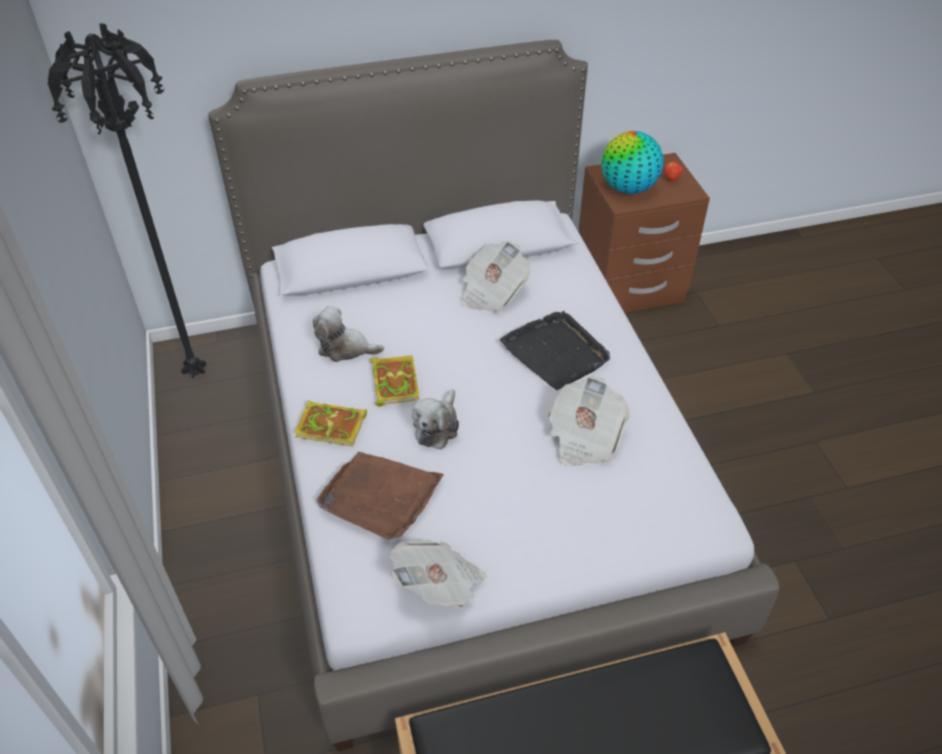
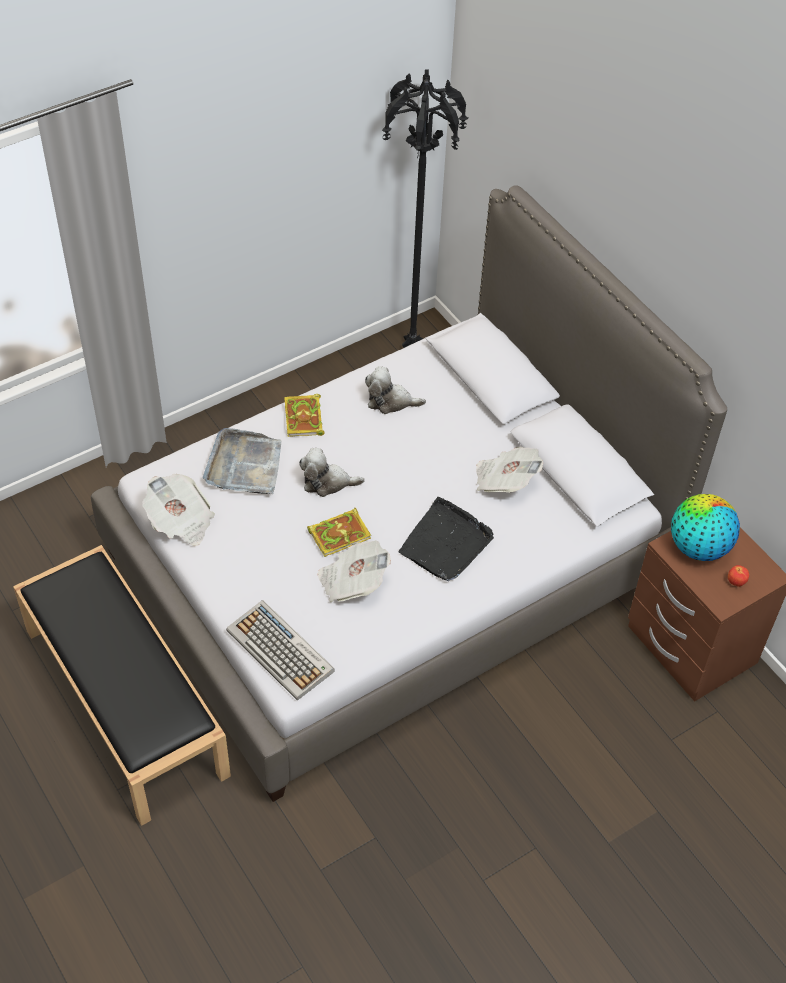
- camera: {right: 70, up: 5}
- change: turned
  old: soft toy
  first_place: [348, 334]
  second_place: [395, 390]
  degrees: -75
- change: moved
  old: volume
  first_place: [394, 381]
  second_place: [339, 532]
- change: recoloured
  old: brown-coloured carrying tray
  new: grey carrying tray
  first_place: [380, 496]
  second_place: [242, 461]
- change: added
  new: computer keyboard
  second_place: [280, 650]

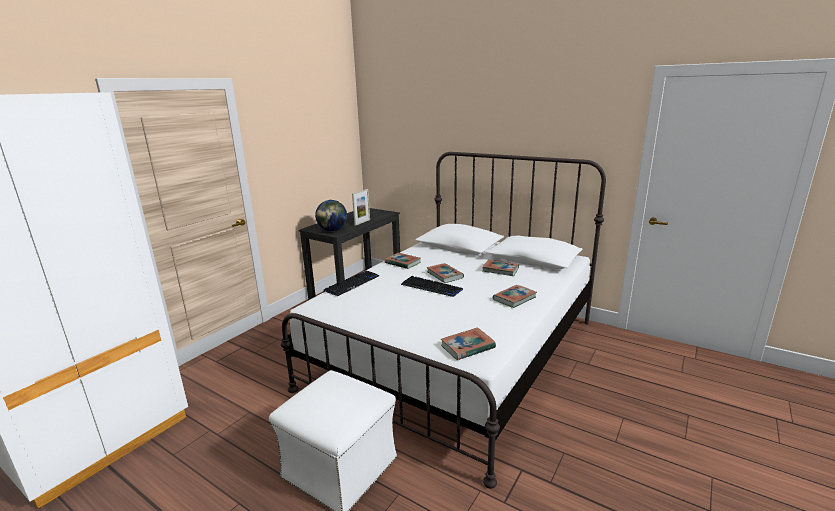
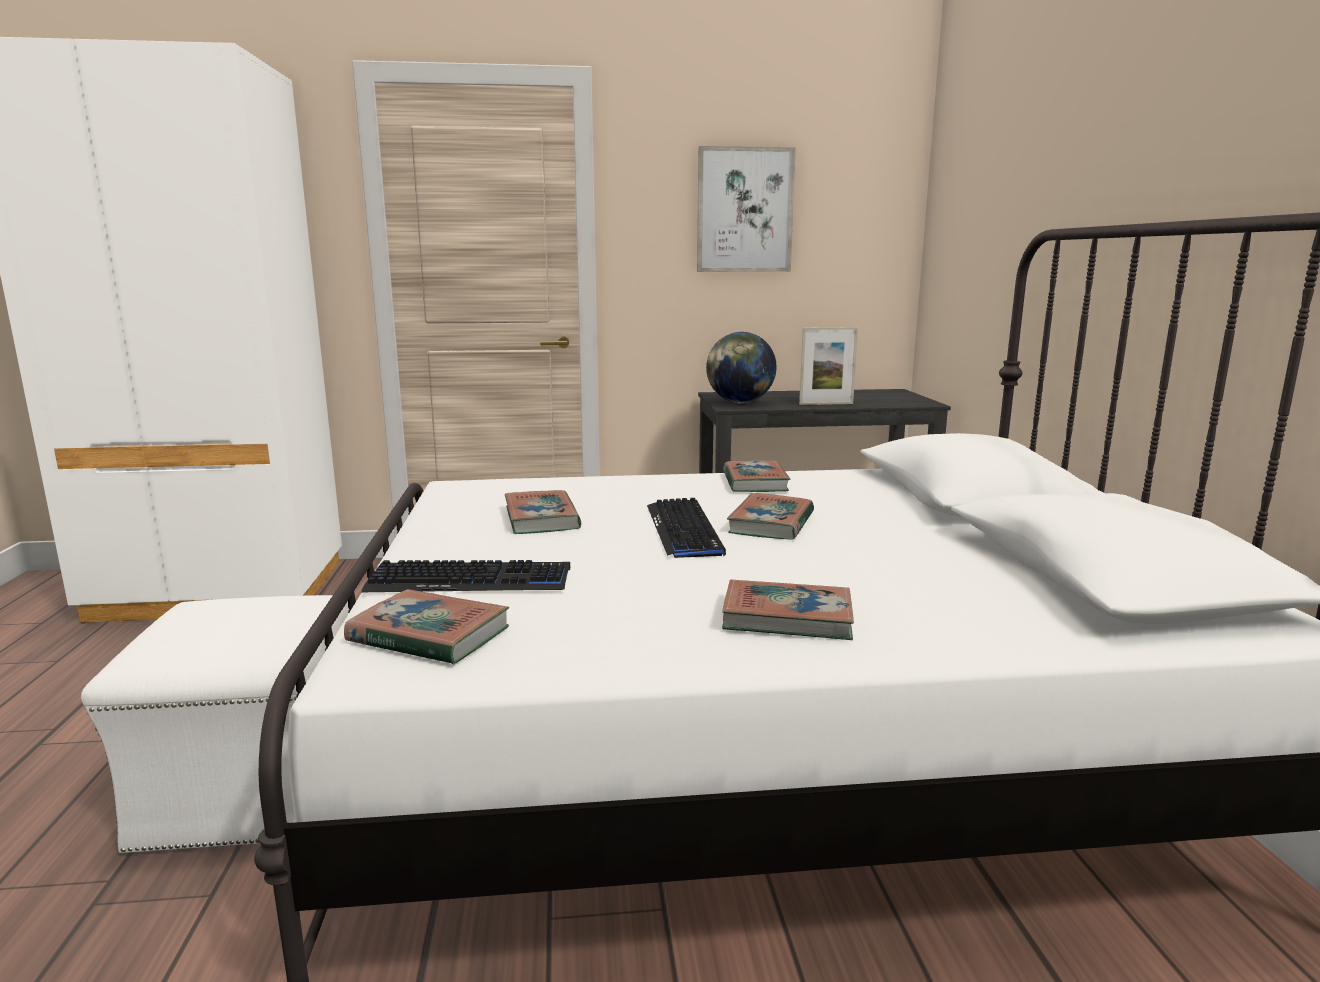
- camera: {right: 50, up: -5}
- change: moved
  old: volume
  first_place: [500, 268]
  second_place: [543, 512]
- change: moved
  old: computer keyboard
  first_place: [351, 283]
  second_place: [465, 576]
- change: added
  new: wall art
  second_place: [746, 209]

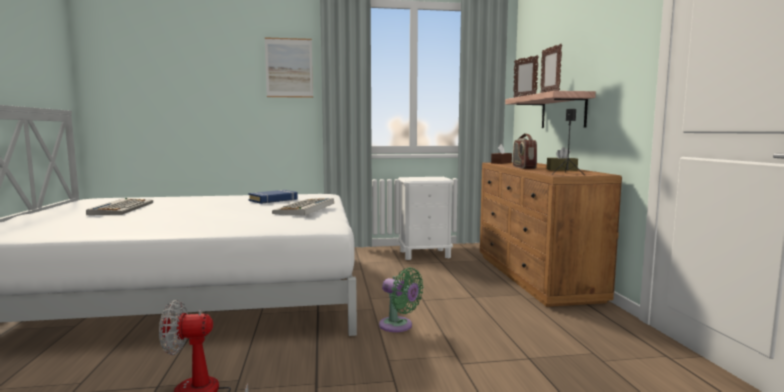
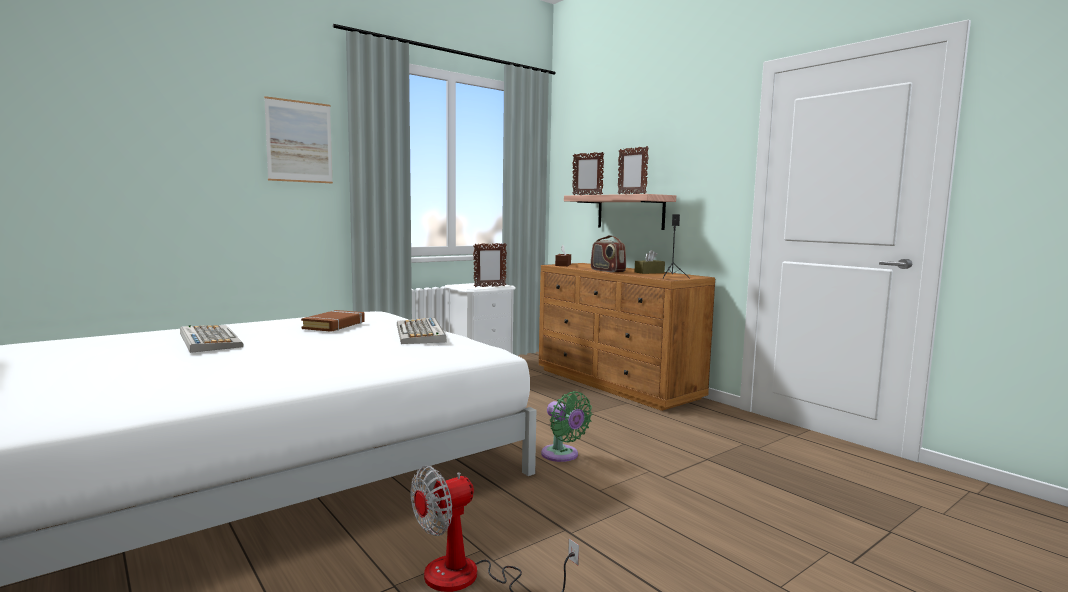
- camera: {right: -30, up: 0}
- change: recoloured
  old: bluish volume
  new: brown-coloured volume
  first_place: [273, 197]
  second_place: [333, 321]
- change: moved
  old: computer keyboard
  first_place: [119, 206]
  second_place: [211, 339]
- change: turned
  old: green-coloured cooling fan
  first_place: [401, 299]
  second_place: [567, 426]
  degrees: 45
- change: added
  new: picture frame
  second_place: [490, 265]

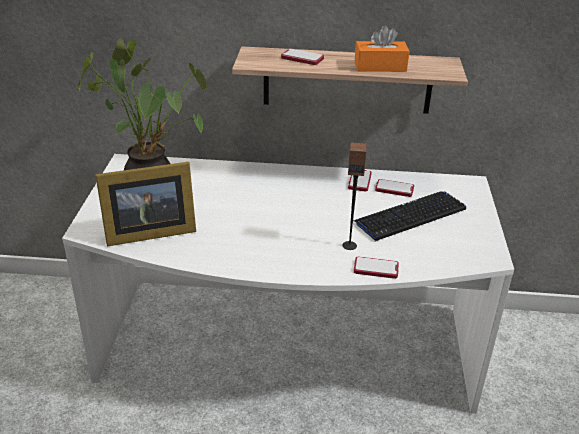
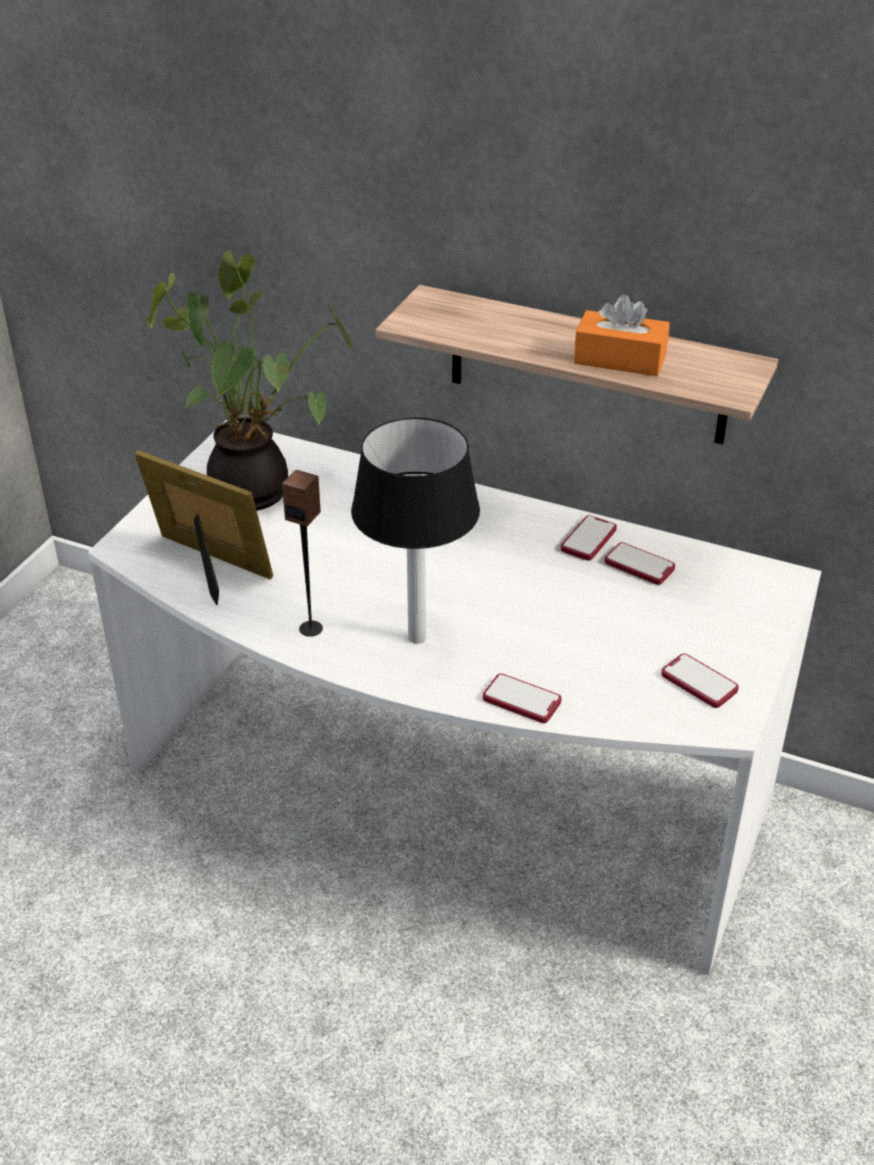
- camera: {right: 20, up: 5}
- change: moved
  old: telephone
  first_place: [302, 57]
  second_place: [700, 681]
- change: moved
  old: speaker
  first_place: [354, 196]
  second_place: [302, 553]
- change: turned
  old: picture frame
  first_place: [145, 204]
  second_place: [204, 527]
  degrees: -150
- change: removed
  old: computer keyboard
  first_place: [409, 216]
- change: added
  new: table lamp
  second_place: [415, 530]

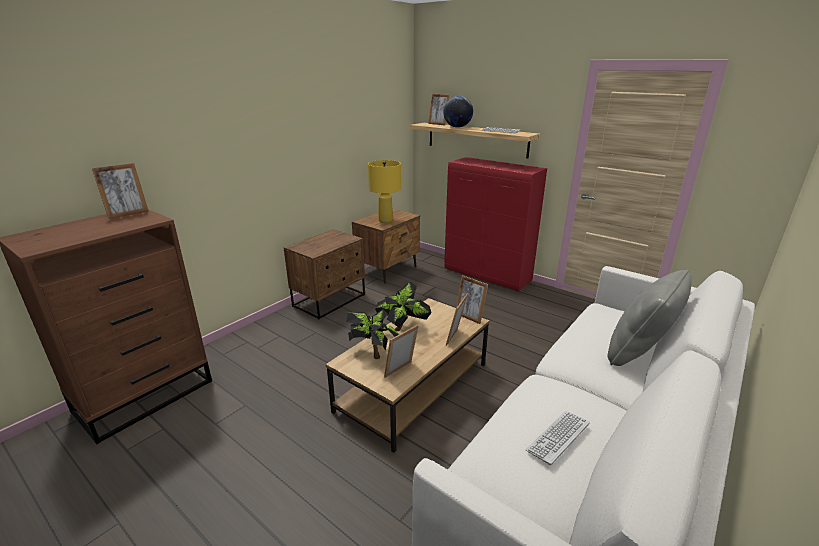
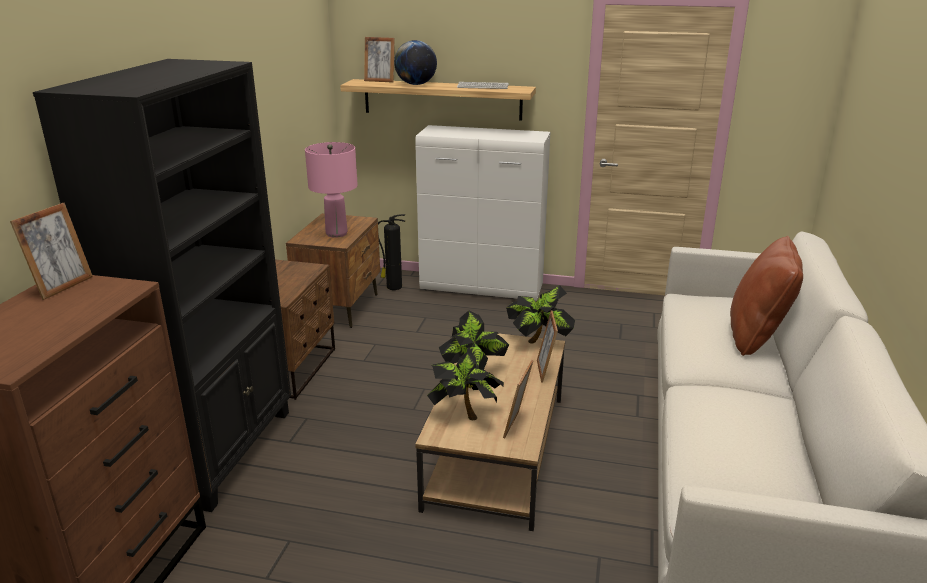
- camera: {right: -25, up: 0}
- change: recoloured
  old: red cupboard
  new: white cupboard
  first_place: [495, 224]
  second_place: [482, 213]
- change: recoloured
  old: yellow table lamp
  new: pinkish table lamp
  first_place: [384, 191]
  second_place: [331, 190]
- change: recoloured
  old: grey cushion
  new: brown-coloured cushion
  first_place: [649, 318]
  second_place: [766, 296]
- change: replaced
  old: picture frame
  new: plant in a pot
  first_place: [472, 299]
  second_place: [540, 314]
- change: removed
  old: computer keyboard
  first_place: [558, 438]
- change: added
  new: blackish bookcase
  second_place: [162, 285]
- change: added
  new: fire extinguisher
  second_place: [391, 252]

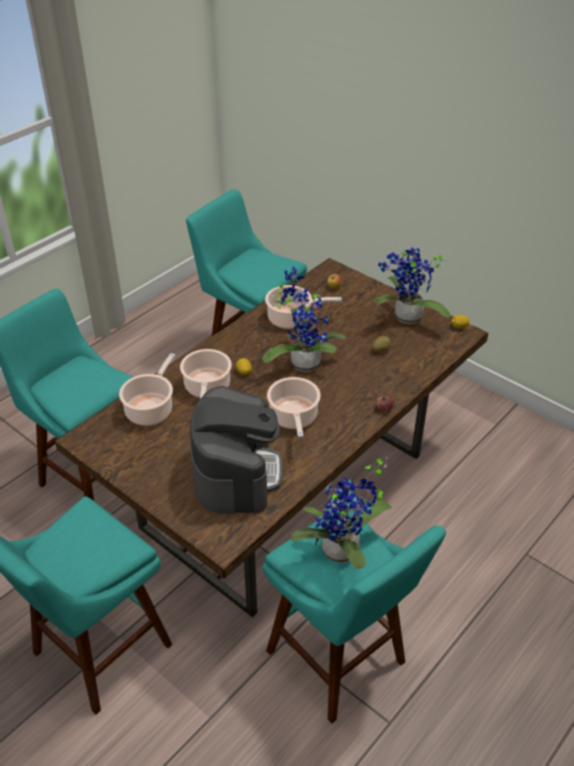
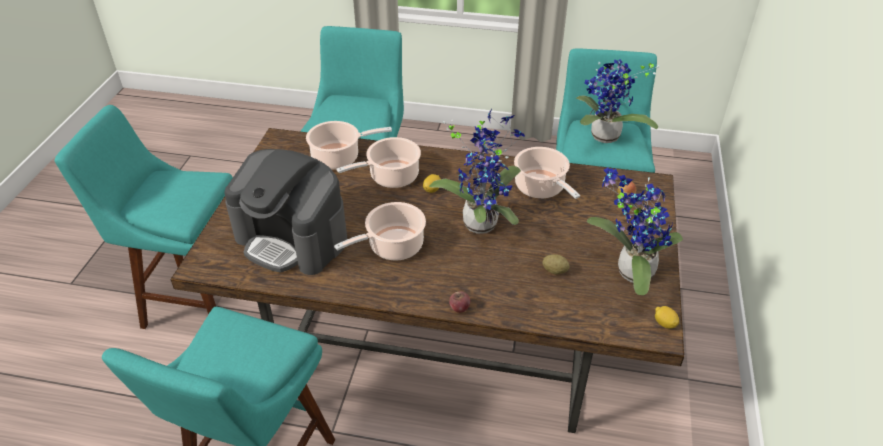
- camera: {right: 60, up: 0}
- change: turned
  old: coffee machine
  first_place: [236, 450]
  second_place: [285, 212]
  degrees: 60
- change: moved
  old: plant in a pot
  first_place: [341, 513]
  second_place: [618, 101]

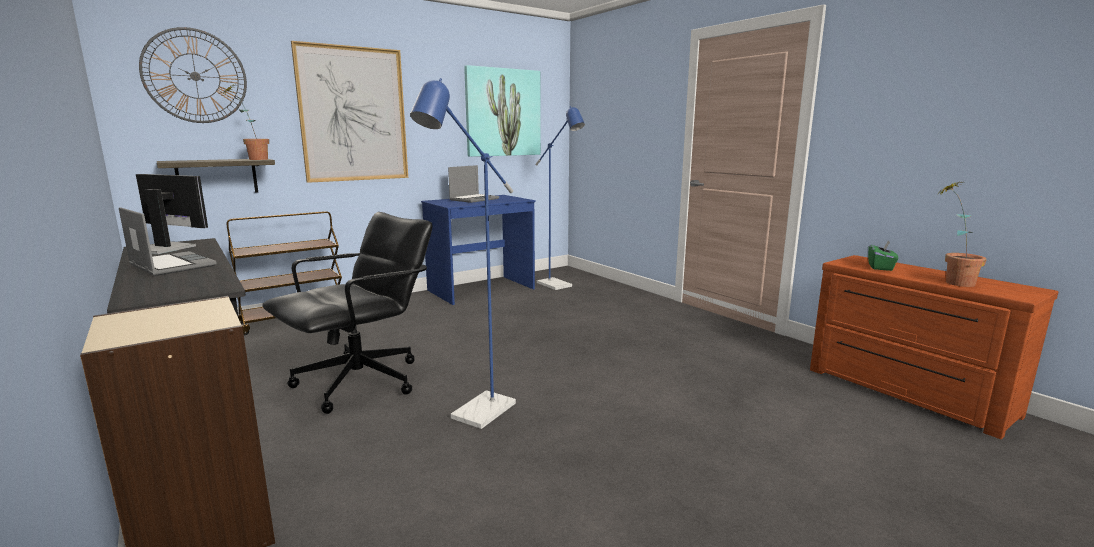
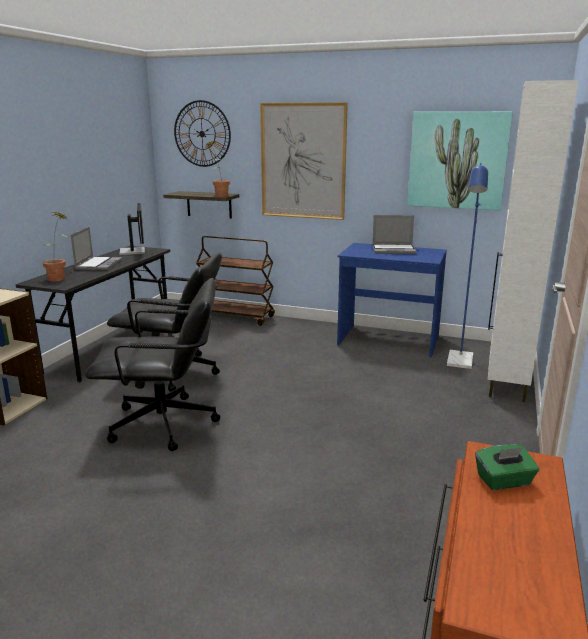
- camera: {right: 55, up: 5}
- change: replaced
  old: bluish standard lamp
  new: blackish desk chair
  first_place: [463, 253]
  second_place: [152, 364]
- change: moved
  old: plant in a pot
  first_place: [963, 234]
  second_place: [56, 246]
- change: added
  new: white cupboard
  second_place: [533, 241]

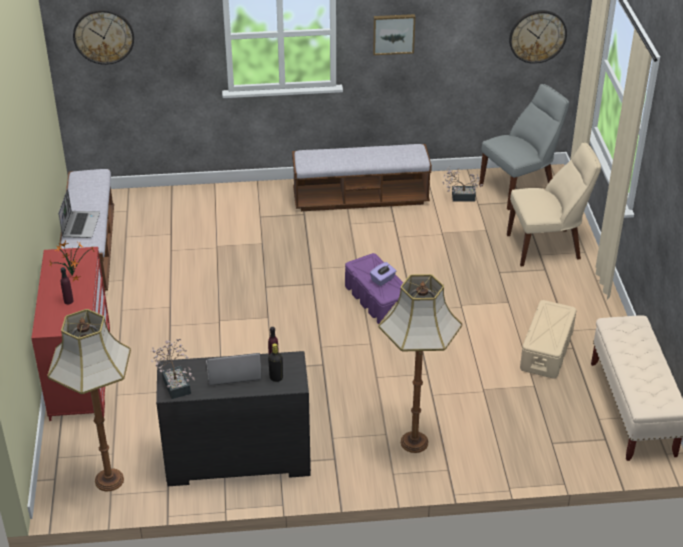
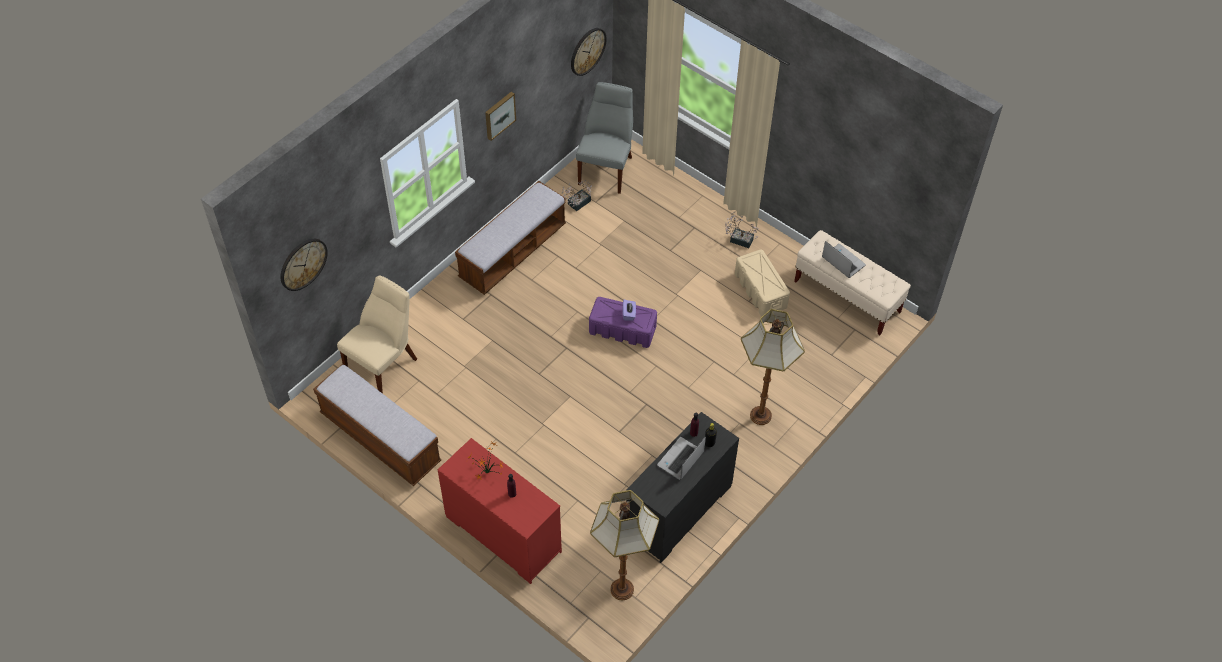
- camera: {right: -45, up: 15}
- change: moved
  old: sand-coloured plain chair
  first_place: [554, 204]
  second_place: [377, 334]
- change: moved
  old: notebook computer
  first_place: [79, 213]
  second_place: [844, 259]
- change: moved
  old: plant in a pot
  first_place: [173, 369]
  second_place: [741, 230]

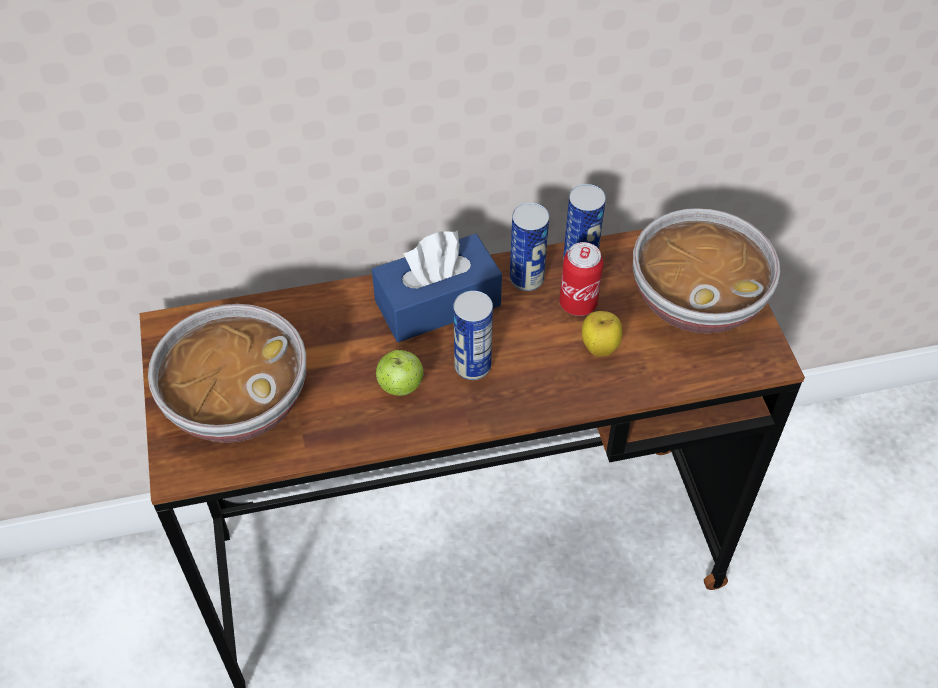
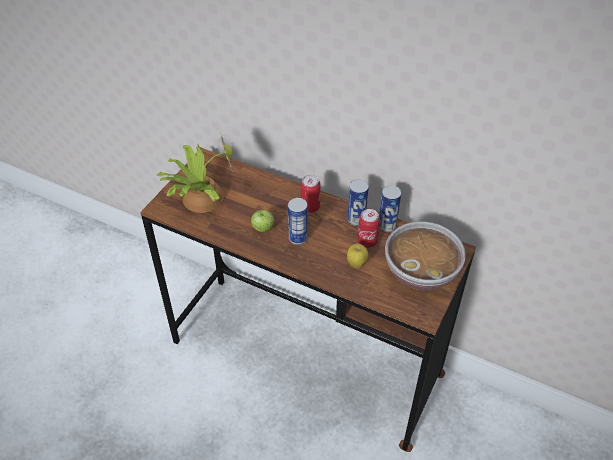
- camera: {right: 40, up: -5}
- change: replaced
  old: bluish box of tissues
  new: can
  first_place: [437, 286]
  second_place: [310, 194]
- change: replaced
  old: serving bowl
  new: plant in a pot
  first_place: [227, 373]
  second_place: [195, 174]

